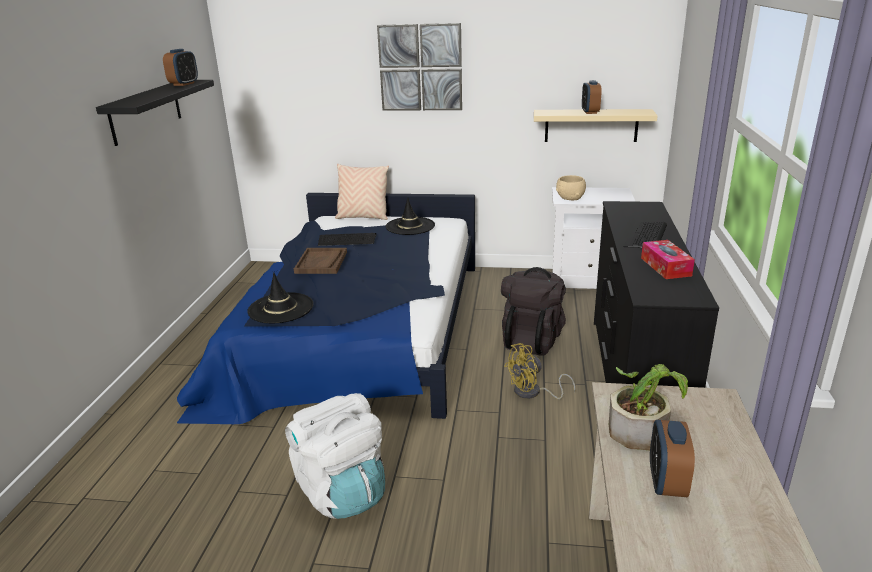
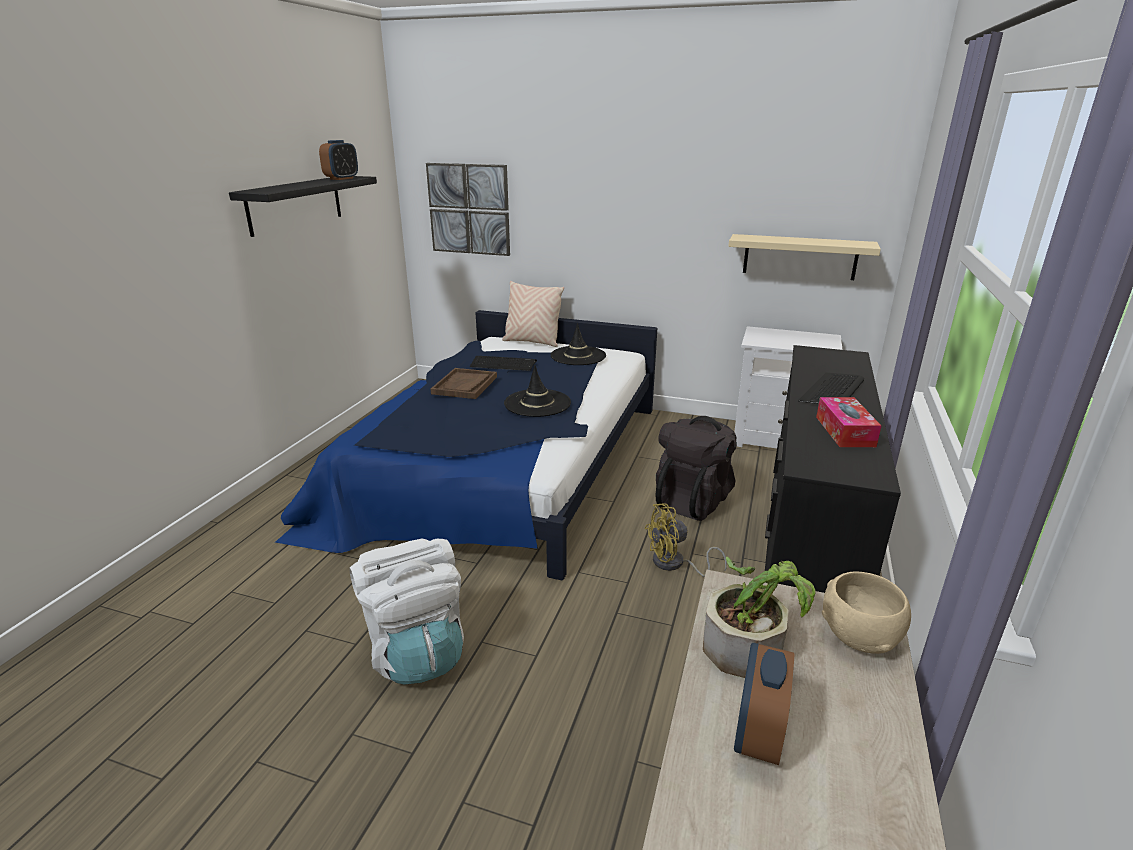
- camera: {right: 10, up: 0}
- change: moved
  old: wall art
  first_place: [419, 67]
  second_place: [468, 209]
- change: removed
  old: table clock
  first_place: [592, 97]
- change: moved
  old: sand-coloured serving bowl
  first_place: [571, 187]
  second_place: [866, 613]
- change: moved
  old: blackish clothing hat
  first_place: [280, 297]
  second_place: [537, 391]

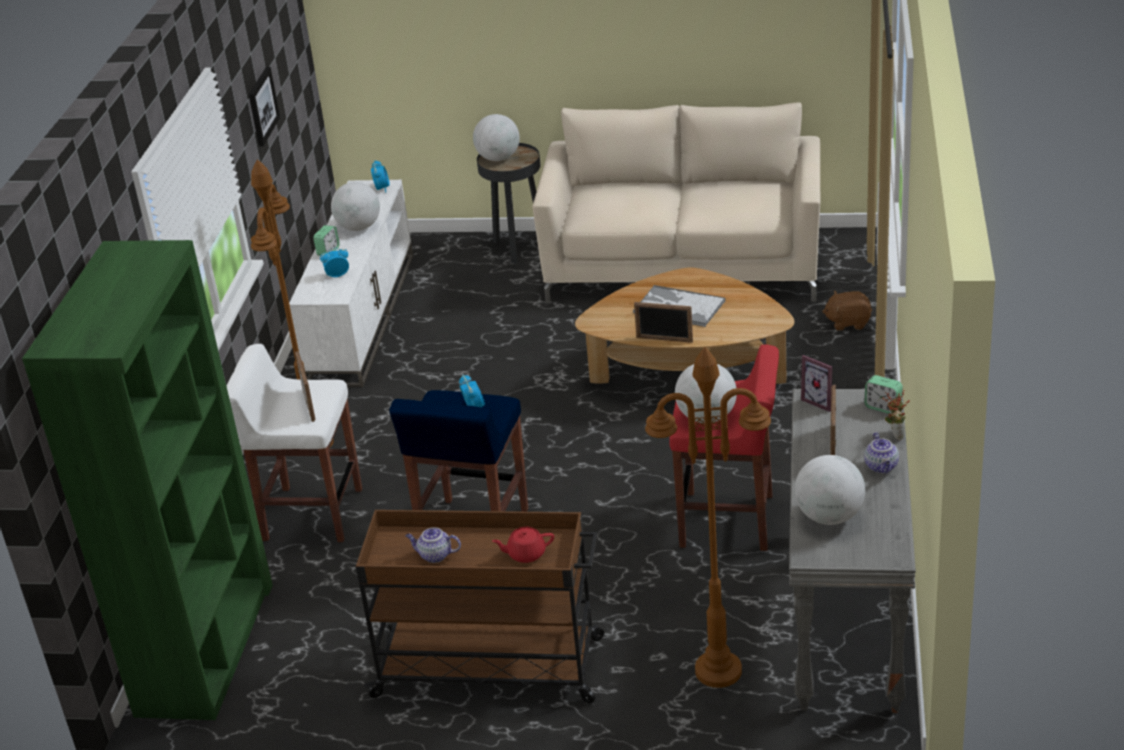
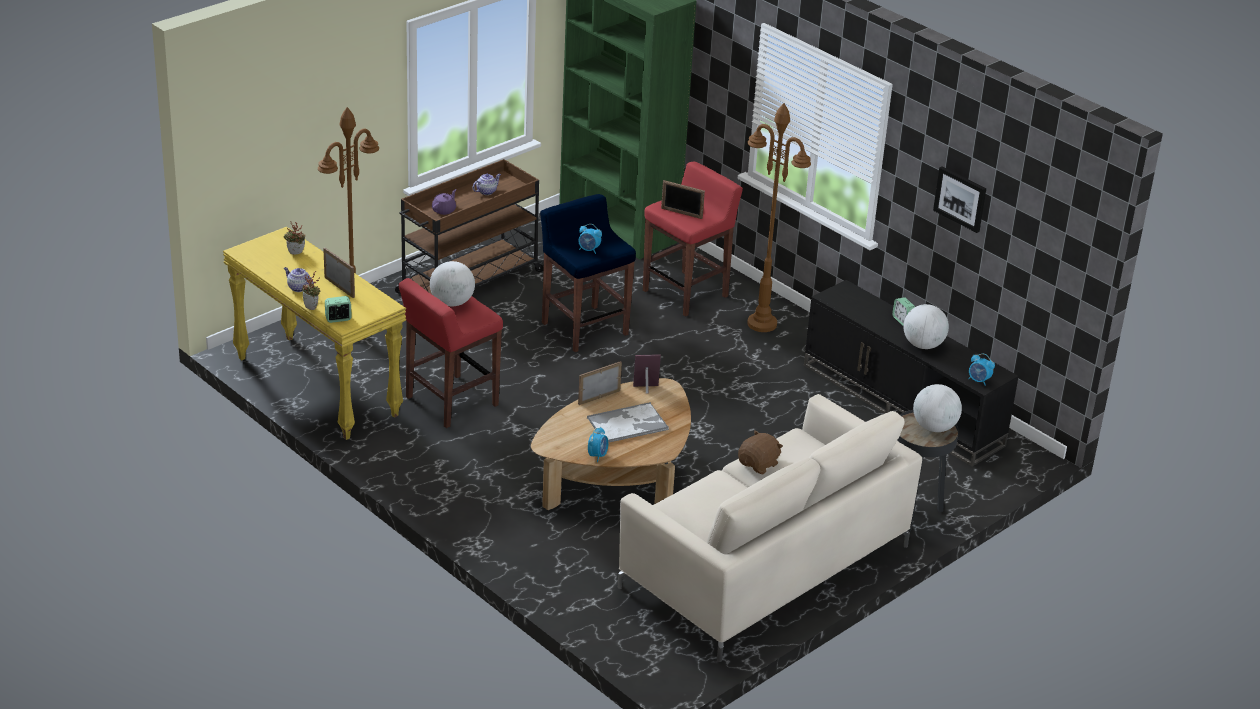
- camera: {right: 125, up: 0}
- change: recoloured
  old: white tv unit
  new: blackish tv unit
  first_place: [351, 283]
  second_place: [911, 373]
- change: moved
  old: table clock
  first_place: [334, 262]
  second_place: [598, 444]
- change: moved
  old: brown-coloured soft toy
  first_place: [847, 310]
  second_place: [760, 453]
- change: recoloured
  old: white stool
  new: red stool
  first_place: [294, 443]
  second_place: [693, 239]
- change: moved
  old: picture frame
  first_place: [816, 383]
  second_place: [647, 374]
- change: recoloured
  old: grey hall table
  new: yellow hall table
  first_place: [852, 551]
  second_place: [314, 333]
- change: replaced
  old: desk globe
  new: plant in a pot
  first_place: [830, 490]
  second_place: [294, 238]
- change: recoloured
  old: red tea pot
  new: purplish tea pot
  first_place: [523, 545]
  second_place: [444, 202]

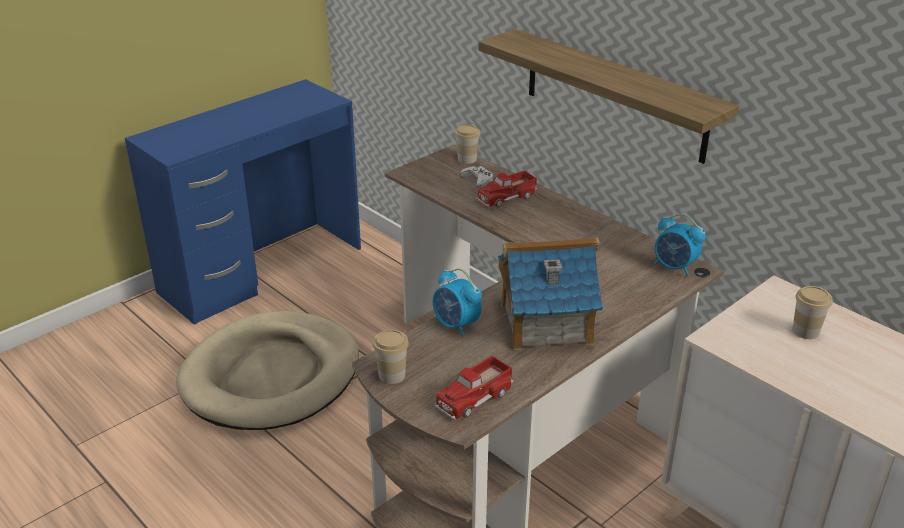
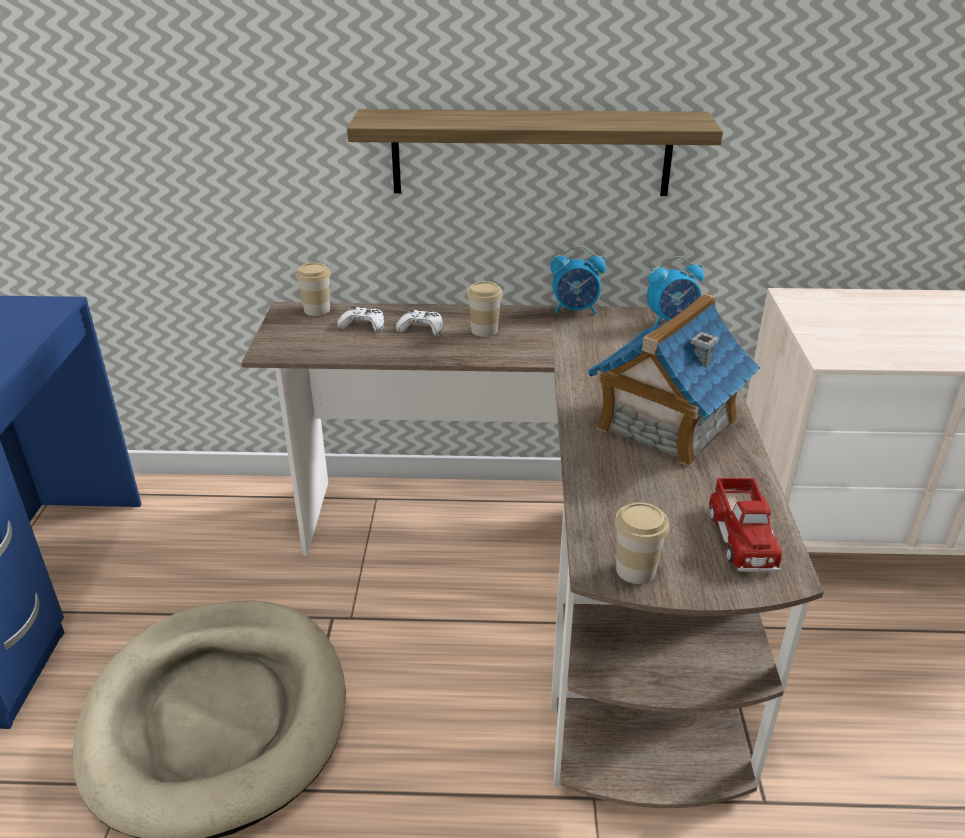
- camera: {right: -45, up: 0}
- change: replaced
  old: toy truck
  new: white game controller
  first_place: [506, 188]
  second_place: [419, 322]
- change: moved
  old: table clock
  first_place: [457, 303]
  second_place: [578, 280]
- change: moved
  old: cup
  first_place: [812, 312]
  second_place: [484, 309]

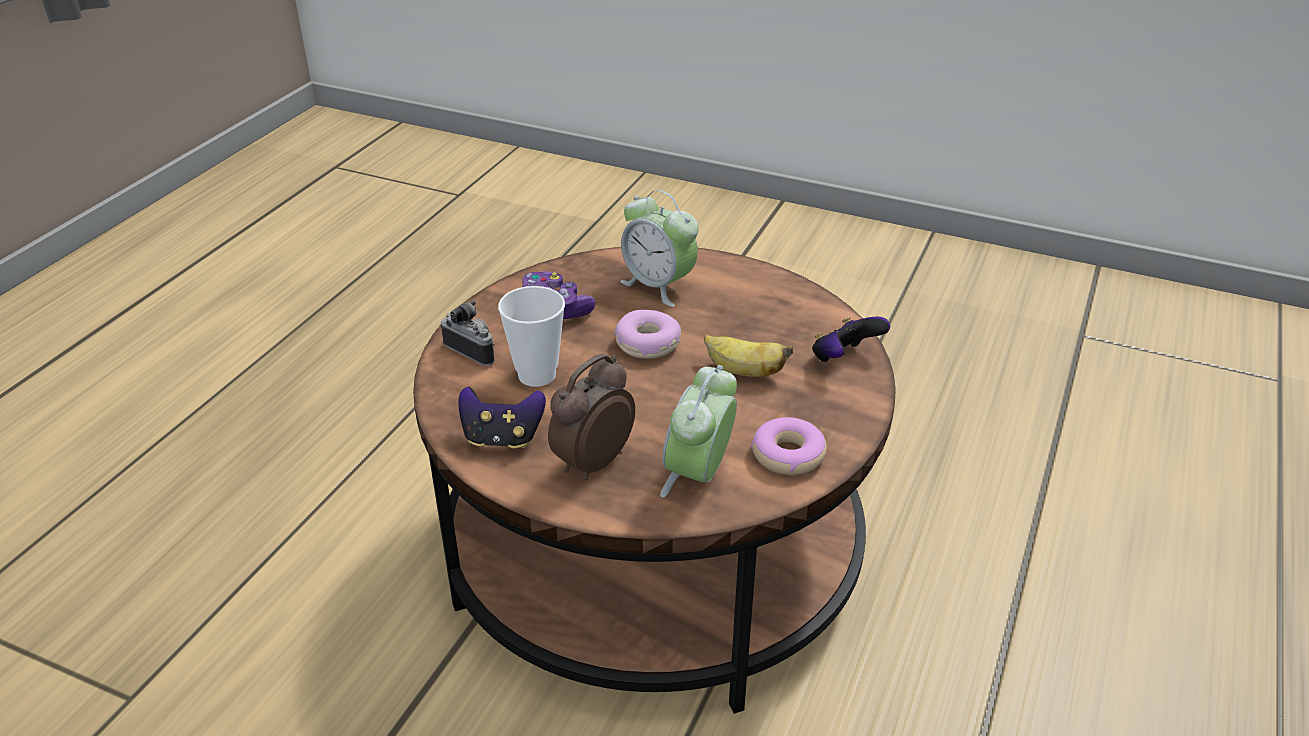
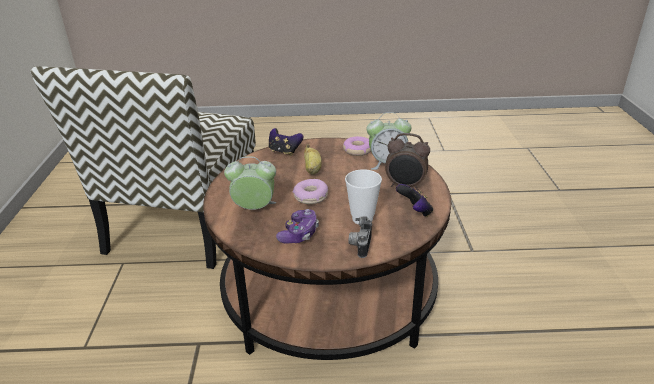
- camera: {right: -115, up: -5}
- change: turned
  old: table clock
  first_place: [659, 248]
  second_place: [250, 183]
  degrees: -105
- change: added
  new: plain chair
  second_place: [143, 167]

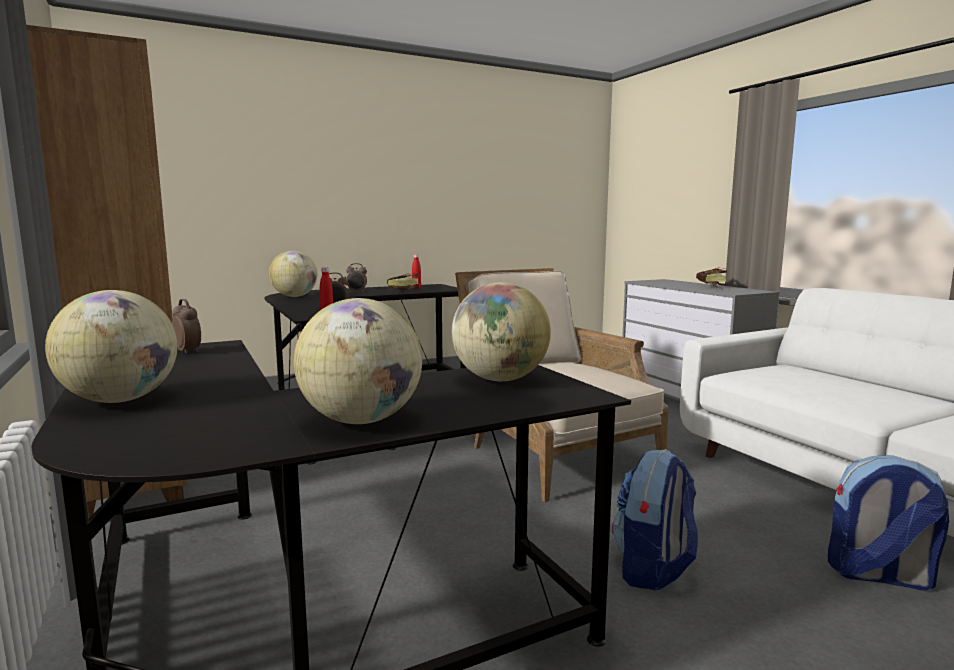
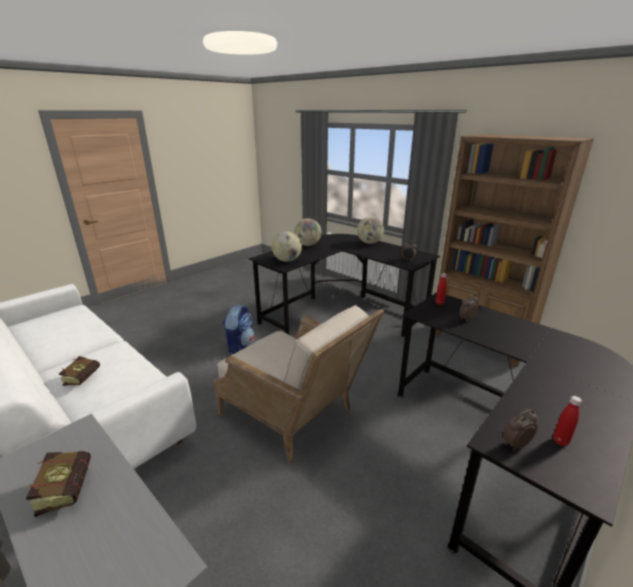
- camera: {right: 160, up: 15}
- change: removed
  old: desk globe
  first_place: [293, 274]
- change: moved
  old: table clock
  first_place: [356, 277]
  second_place: [520, 430]
- change: moved
  old: volume
  first_place: [403, 282]
  second_place: [79, 371]
- change: removed
  old: knapsack
  first_place: [888, 523]

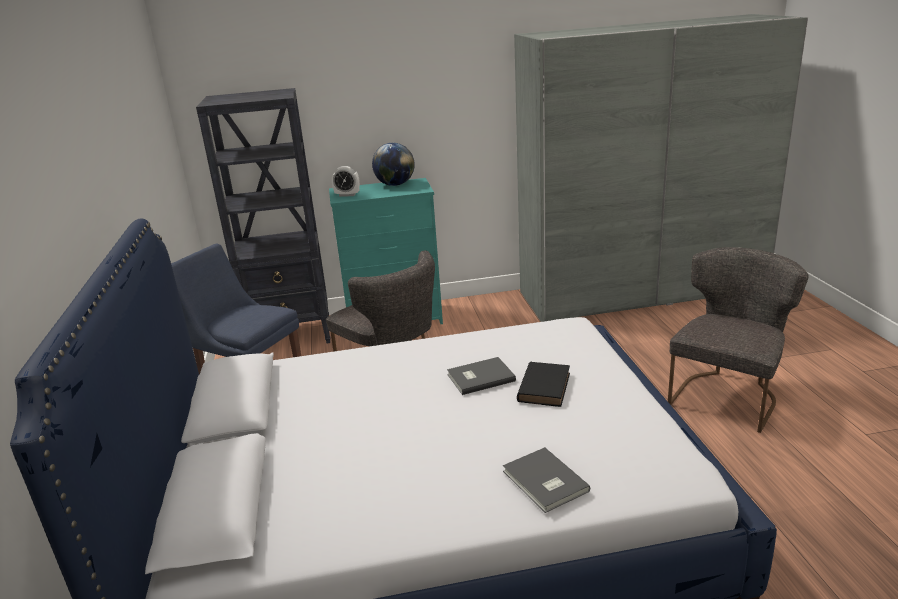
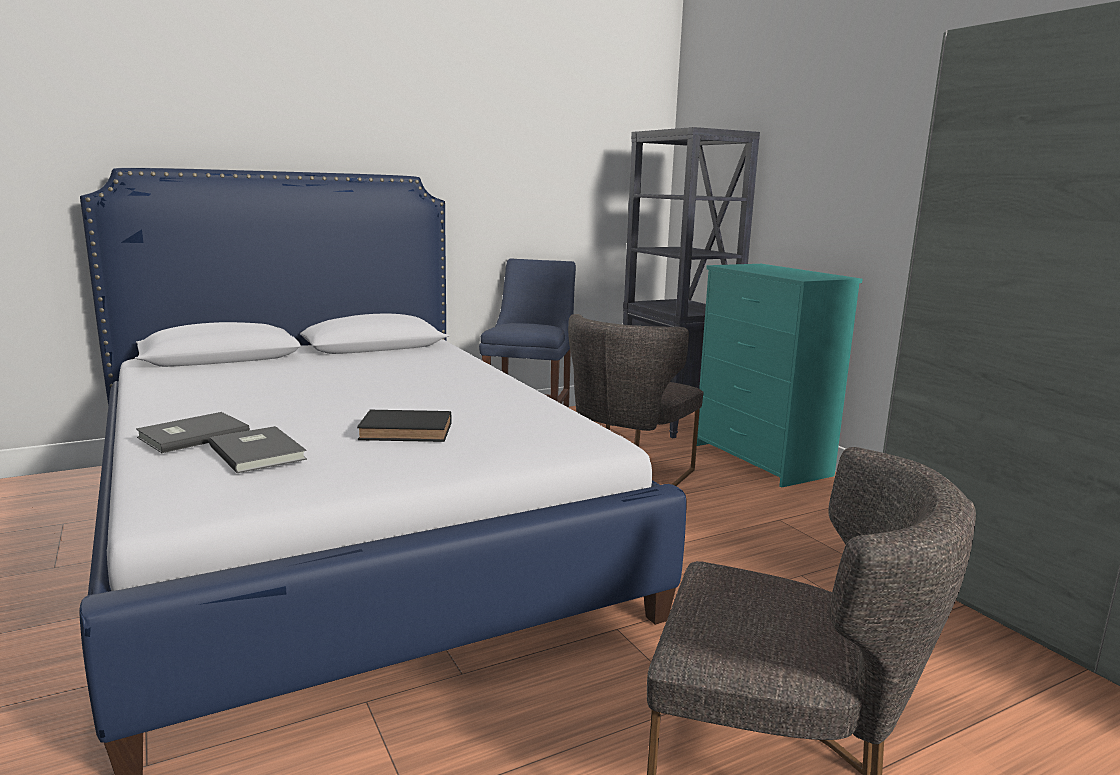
- camera: {right: 70, up: -10}
- change: removed
  old: desk globe
  first_place: [393, 164]
- change: removed
  old: table clock
  first_place: [346, 181]
- change: moved
  old: grey volume
  first_place: [481, 376]
  second_place: [258, 449]

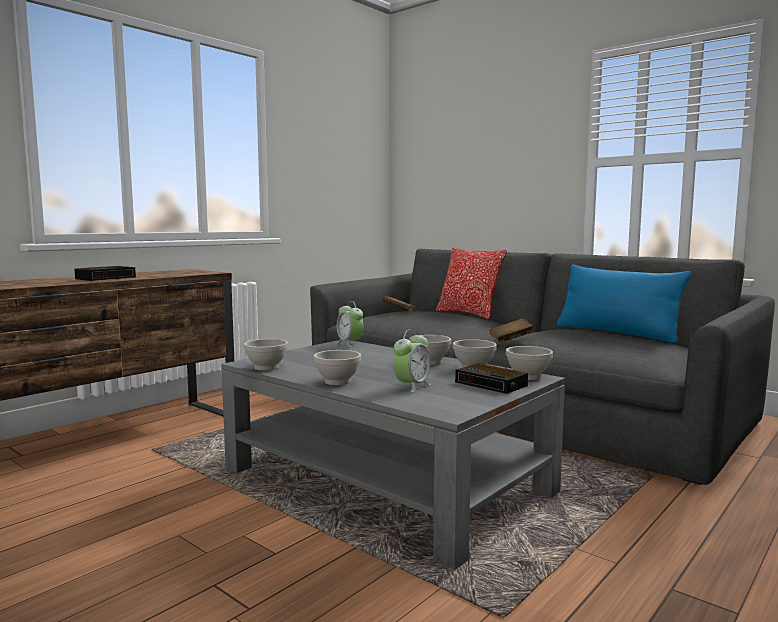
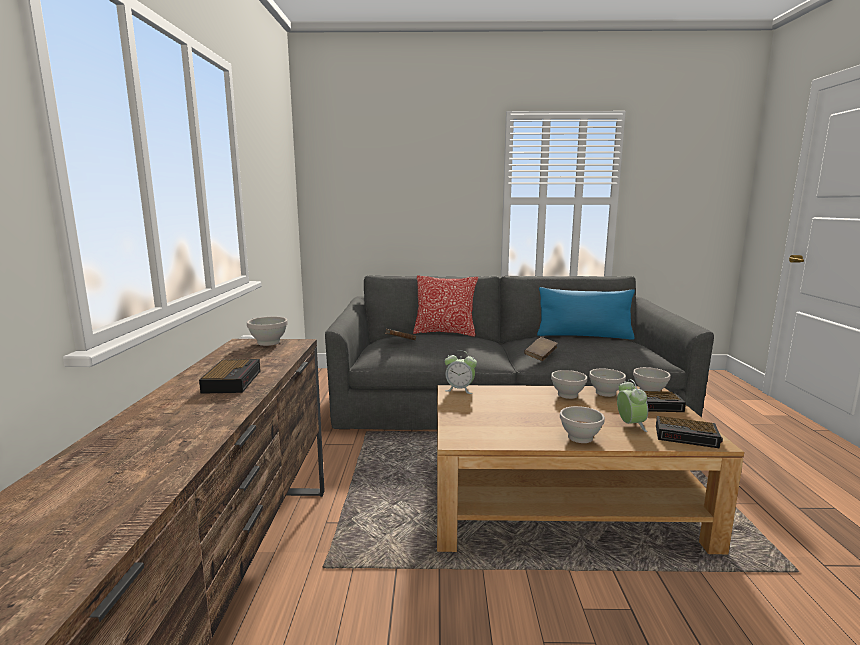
- camera: {right: -40, up: 5}
- change: moved
  old: white serving bowl
  first_place: [266, 355]
  second_place: [267, 331]
- change: recoloured
  old: grey low table
  new: brown-coloured low table
  first_place: [393, 455]
  second_place: [590, 469]
- change: added
  new: table clock
  second_place: [689, 432]

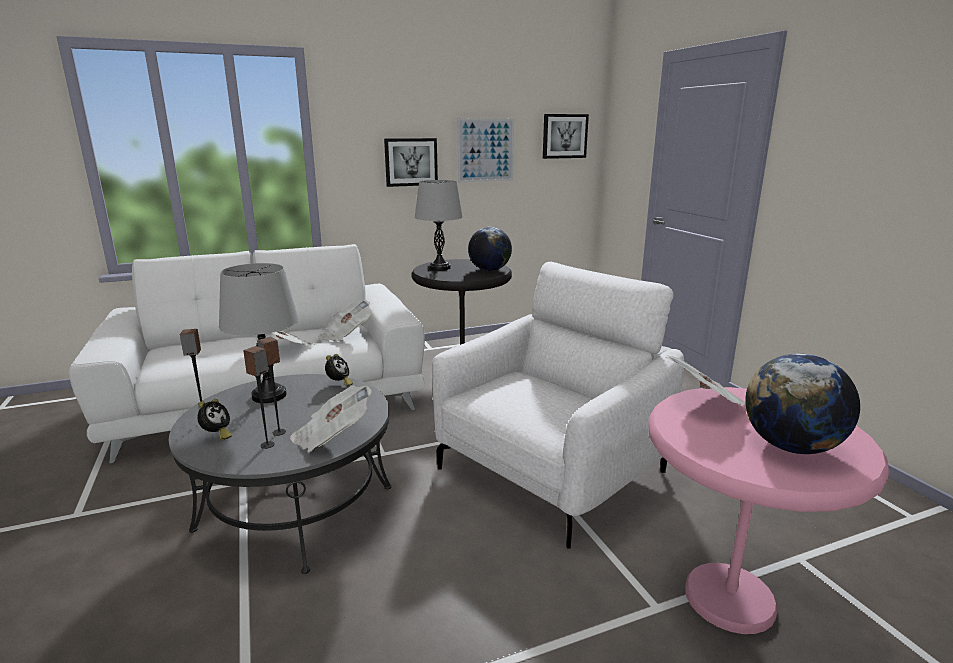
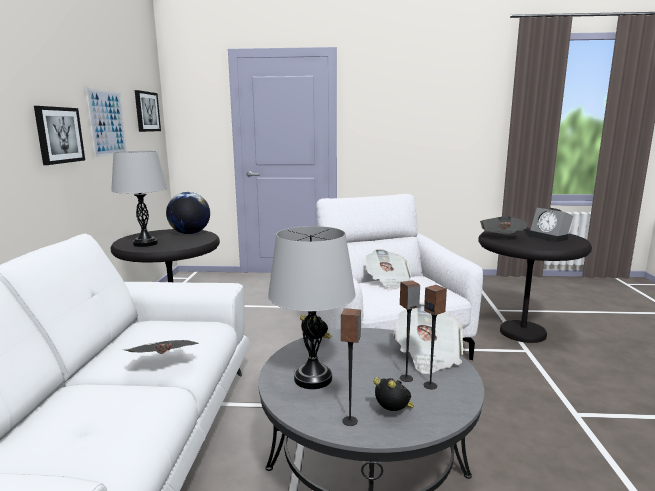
- camera: {right: -65, up: -5}
- change: moved
  old: daily paper
  first_place: [345, 320]
  second_place: [388, 269]
- change: replaced
  old: desk globe
  new: table clock
  first_place: [802, 403]
  second_place: [551, 225]
- change: recoloured
  old: pinkish end table
  new: blackish end table
  first_place: [769, 510]
  second_place: [535, 285]

